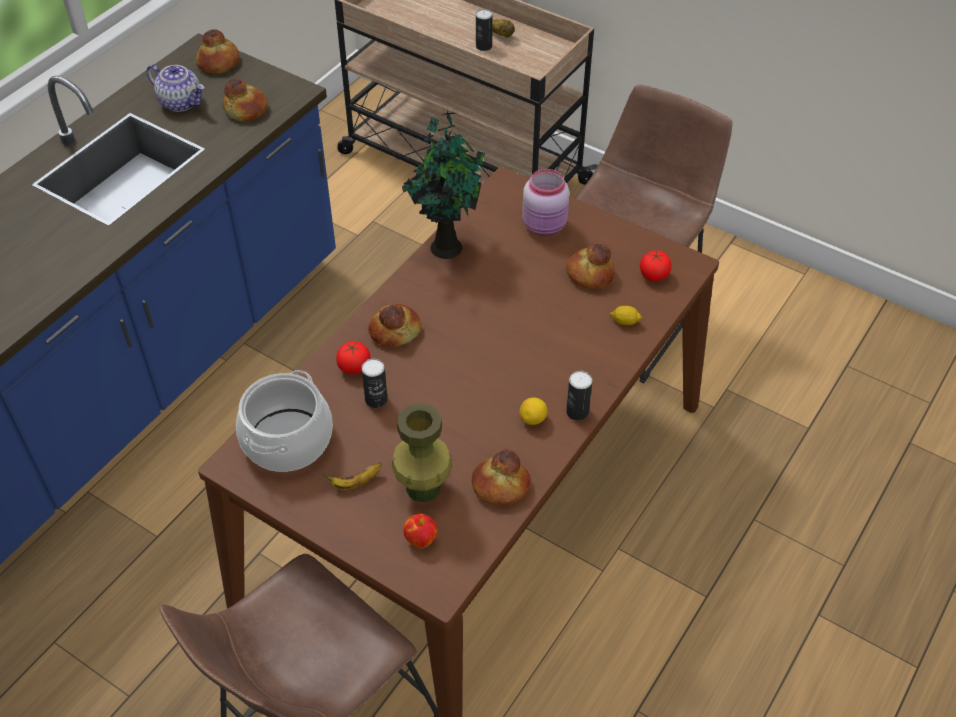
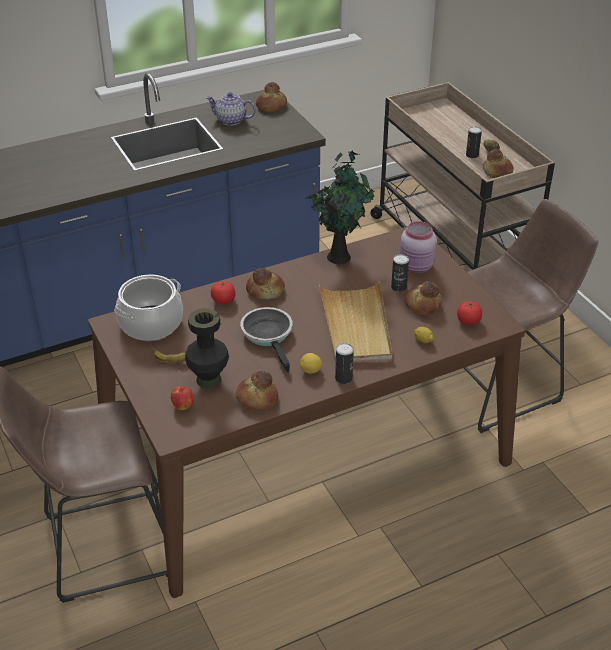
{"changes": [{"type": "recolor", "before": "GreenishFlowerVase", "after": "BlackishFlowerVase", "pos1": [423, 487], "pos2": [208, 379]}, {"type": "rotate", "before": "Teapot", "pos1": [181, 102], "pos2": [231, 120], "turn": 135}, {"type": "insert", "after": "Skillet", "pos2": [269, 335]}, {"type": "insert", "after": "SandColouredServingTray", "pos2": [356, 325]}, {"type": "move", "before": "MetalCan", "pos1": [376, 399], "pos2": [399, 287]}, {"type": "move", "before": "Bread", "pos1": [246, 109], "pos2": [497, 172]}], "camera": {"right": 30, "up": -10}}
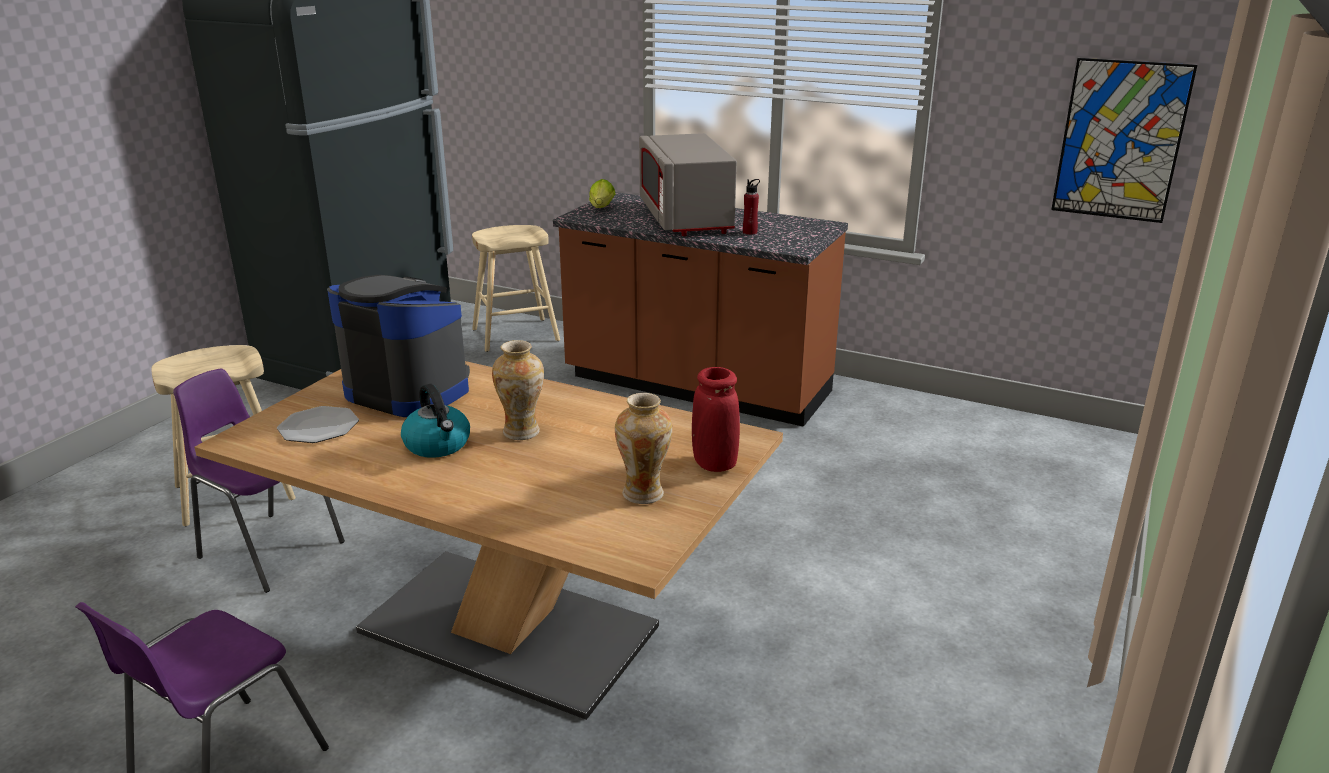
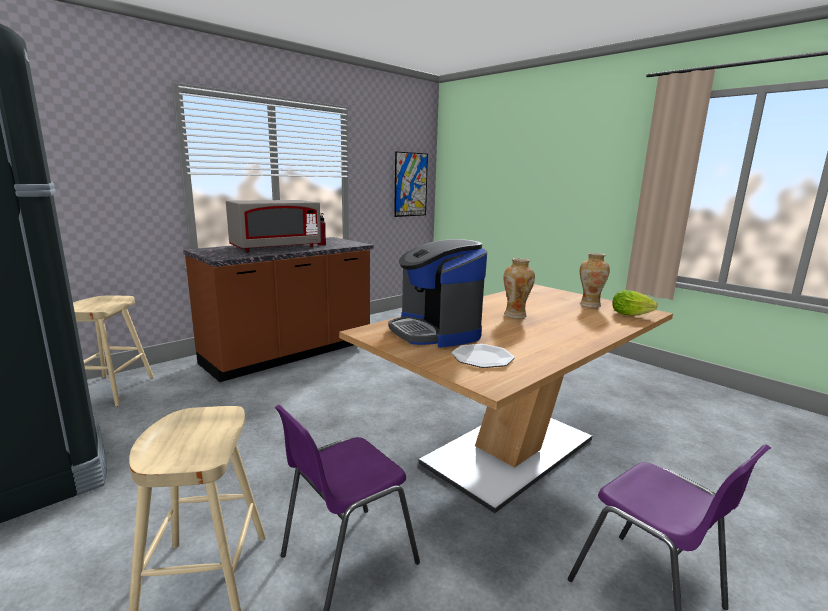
{"changes": [{"type": "rotate", "before": "GreyMicrowave", "pos1": [685, 219], "pos2": [276, 247], "turn": -45}, {"type": "rotate", "before": "CoffeeBrewer", "pos1": [408, 390], "pos2": [435, 332], "turn": -75}, {"type": "move", "before": "LettuceHead", "pos1": [601, 208], "pos2": [632, 315]}, {"type": "delete", "before": "TeaKettle", "pos1": [438, 445]}, {"type": "delete", "before": "ReddishFlowerVase", "pos1": [714, 464]}], "camera": {"right": -70, "up": -10}}
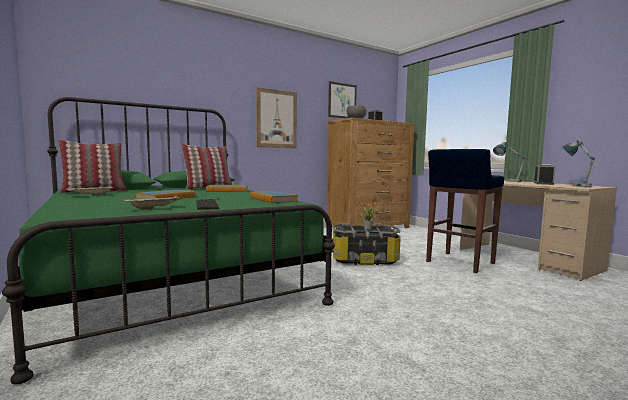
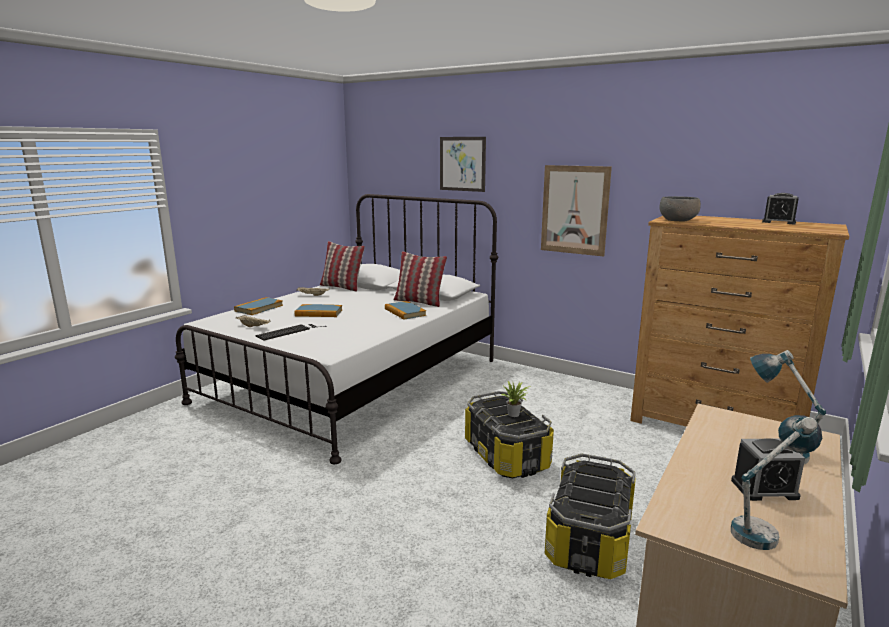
{"changes": [{"type": "recolor", "before": "GreenishSleepingBed", "after": "WhitishSleepingBed", "pos1": [171, 277], "pos2": [353, 380]}, {"type": "move", "before": "Volume", "pos1": [273, 199], "pos2": [259, 308]}, {"type": "move", "before": "Picture", "pos1": [342, 100], "pos2": [462, 164]}, {"type": "replace", "before": "BlueColouredStool", "after": "StorageContainer", "pos1": [459, 263], "pos2": [588, 540]}], "camera": {"right": 65, "up": 10}}
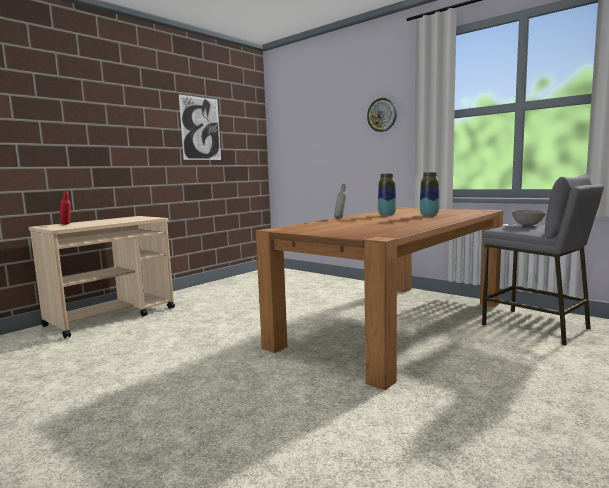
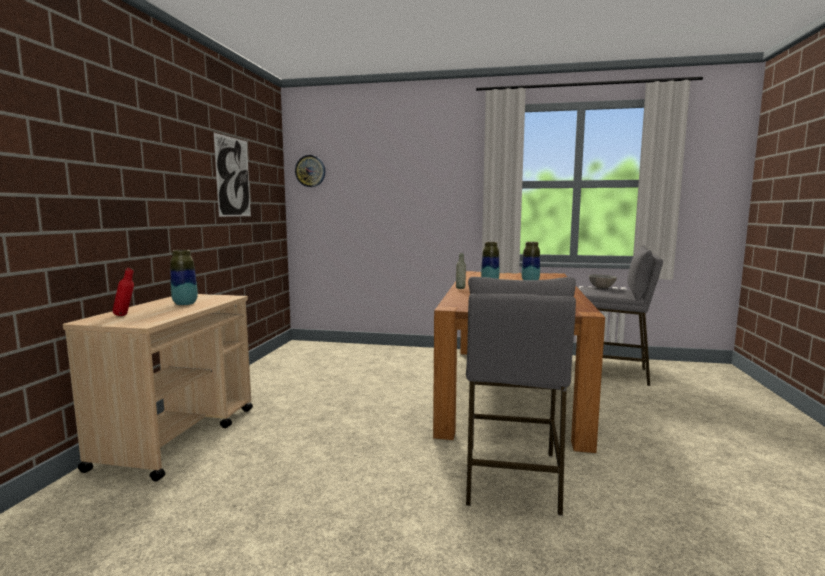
{"changes": [{"type": "insert", "after": "FlowerVase", "pos2": [185, 304]}, {"type": "move", "before": "WallClock", "pos1": [382, 115], "pos2": [310, 171]}, {"type": "insert", "after": "GreyStool", "pos2": [511, 477]}], "camera": {"right": -30, "up": 0}}
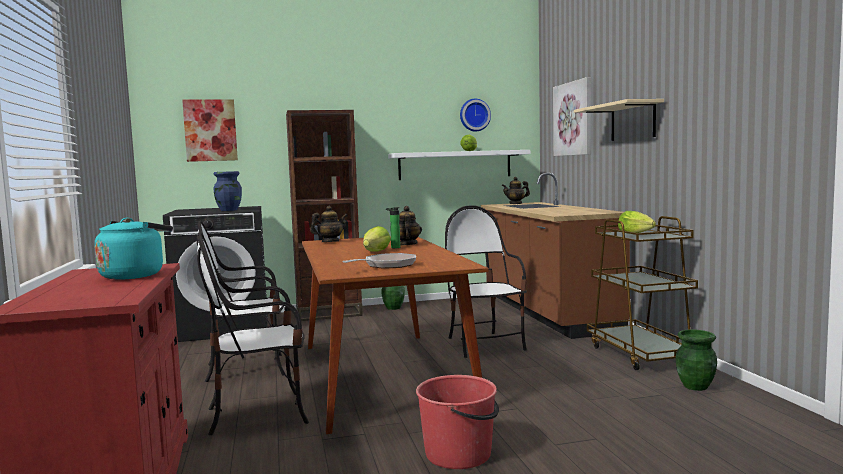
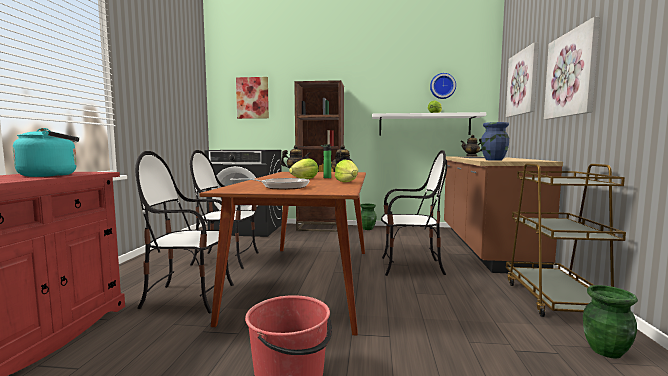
{"changes": [{"type": "move", "before": "LettuceHead", "pos1": [635, 234], "pos2": [347, 182]}, {"type": "rotate", "before": "UprightChair", "pos1": [484, 345], "pos2": [410, 267], "turn": 90}, {"type": "move", "before": "BlueColouredFlowerVase", "pos1": [228, 210], "pos2": [493, 160]}, {"type": "replace", "before": "SandColouredShelf", "after": "Picture", "pos1": [632, 121], "pos2": [572, 74]}], "camera": {"right": 20, "up": 0}}
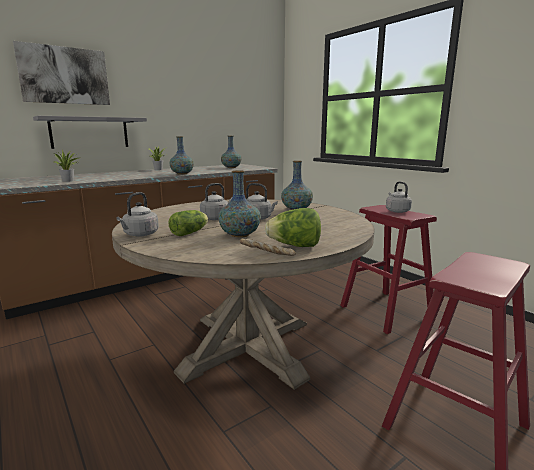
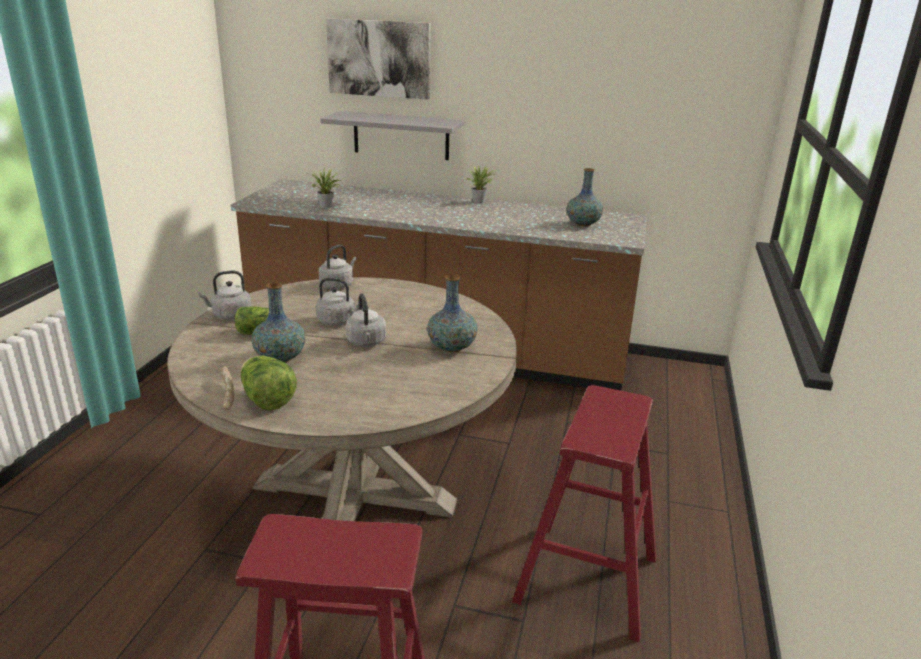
{"changes": [{"type": "move", "before": "GreyTeaKettle", "pos1": [396, 211], "pos2": [338, 285]}, {"type": "delete", "before": "FlowerVase", "pos1": [182, 174]}], "camera": {"right": 50, "up": 10}}
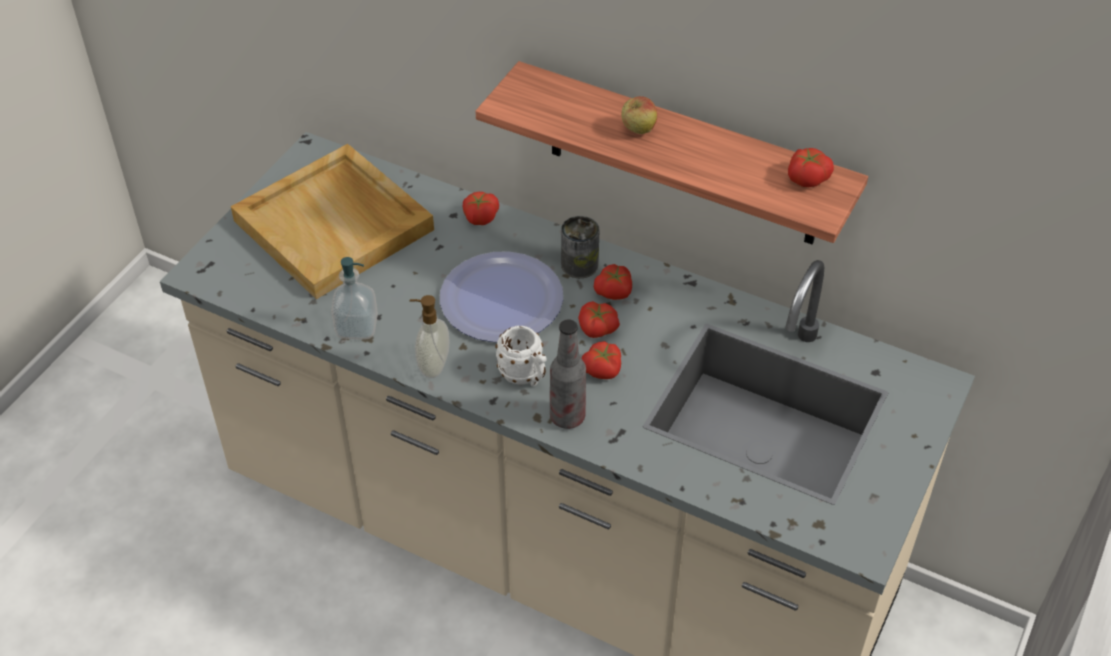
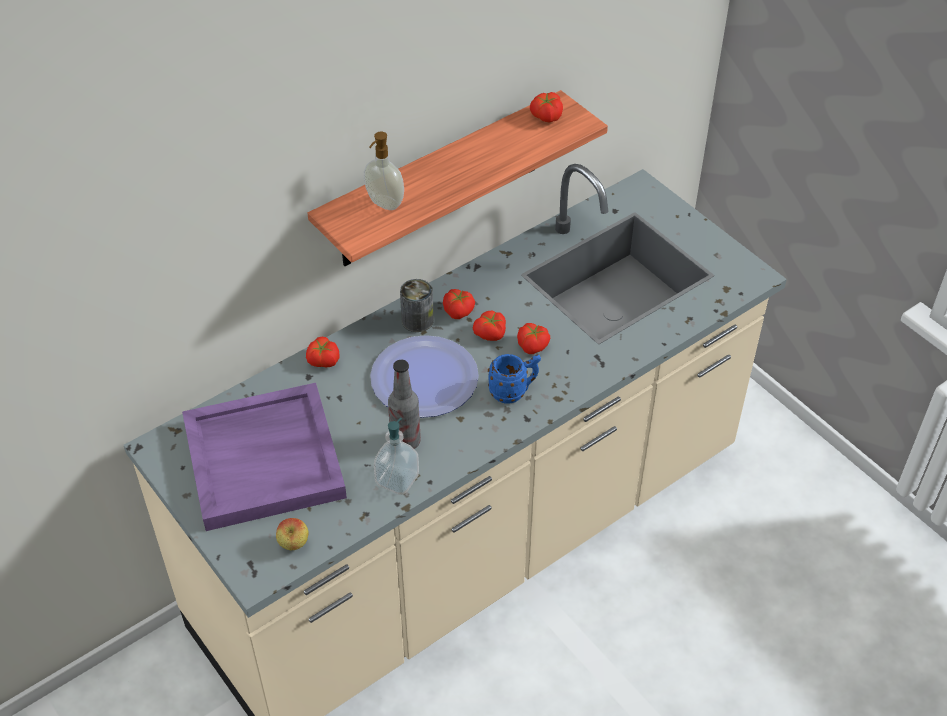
{"changes": [{"type": "recolor", "before": "SandColouredServingTray", "after": "PurplishServingTray", "pos1": [335, 225], "pos2": [265, 458]}, {"type": "move", "before": "Apple", "pos1": [638, 130], "pos2": [294, 544]}, {"type": "move", "before": "SoapDispenser", "pos1": [432, 365], "pos2": [384, 203]}, {"type": "move", "before": "Bottle", "pos1": [567, 417], "pos2": [405, 441]}, {"type": "recolor", "before": "WhitishTeaMug", "after": "BlueColouredTeaMug", "pos1": [525, 376], "pos2": [514, 391]}], "camera": {"right": -65, "up": 0}}
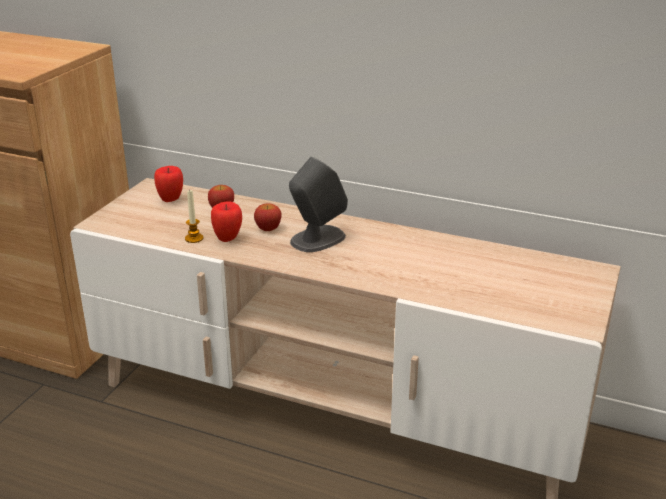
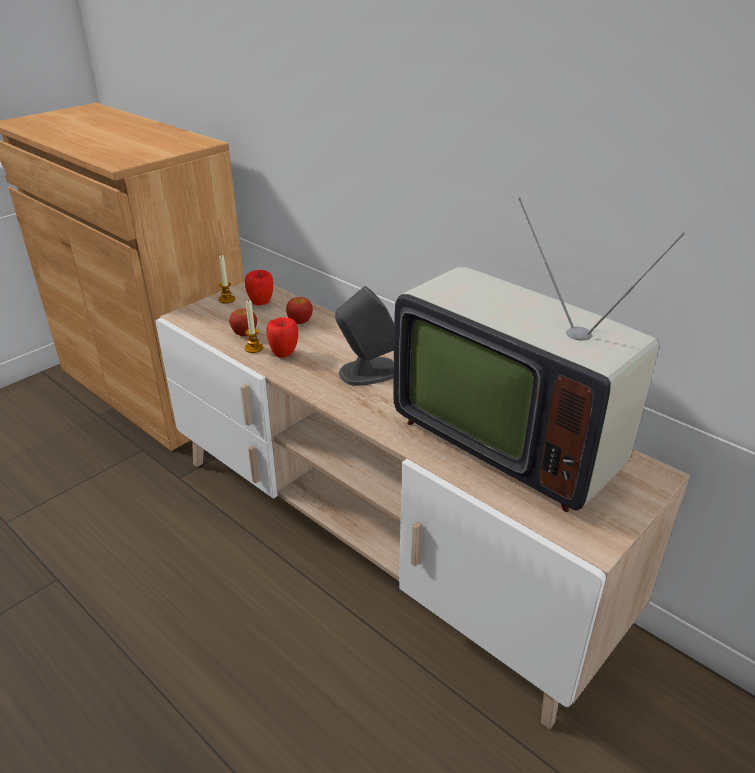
{"changes": [{"type": "insert", "after": "WaxLight", "pos2": [227, 299]}, {"type": "move", "before": "Apple", "pos1": [268, 229], "pos2": [244, 333]}, {"type": "insert", "after": "TvSet", "pos2": [508, 438]}], "camera": {"right": 20, "up": 5}}
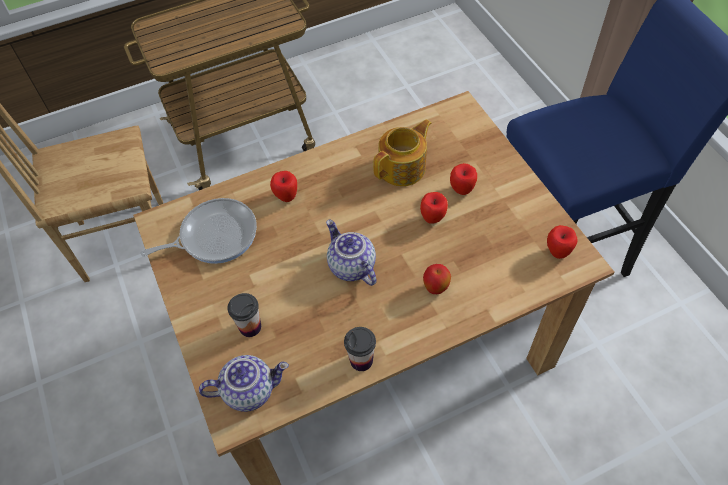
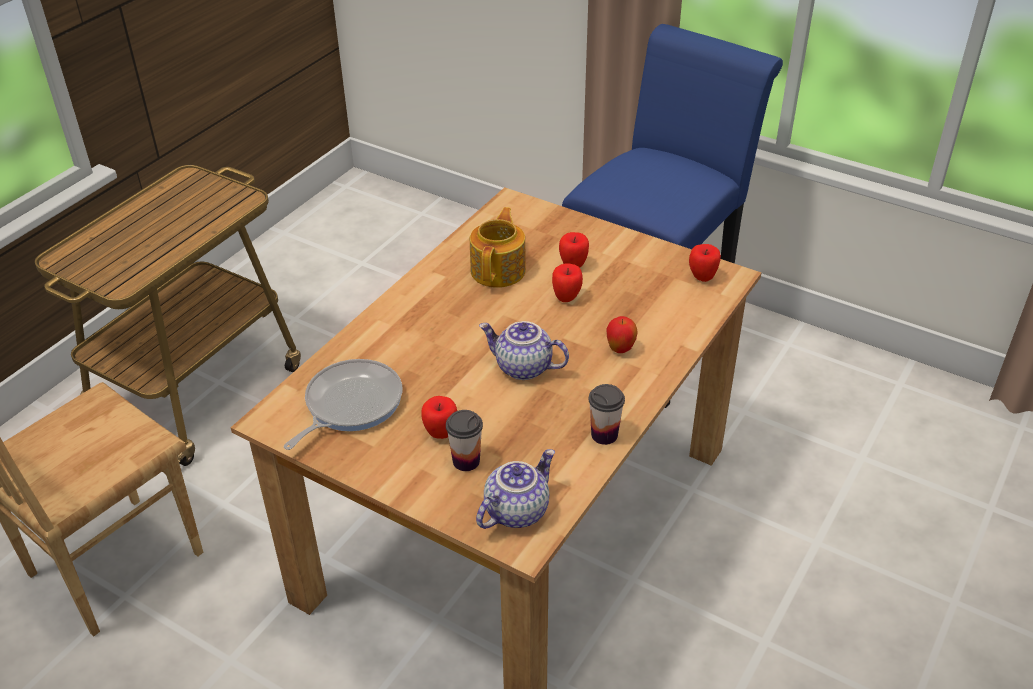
{"changes": [{"type": "move", "before": "Apple", "pos1": [286, 197], "pos2": [441, 434]}], "camera": {"right": -35, "up": -15}}
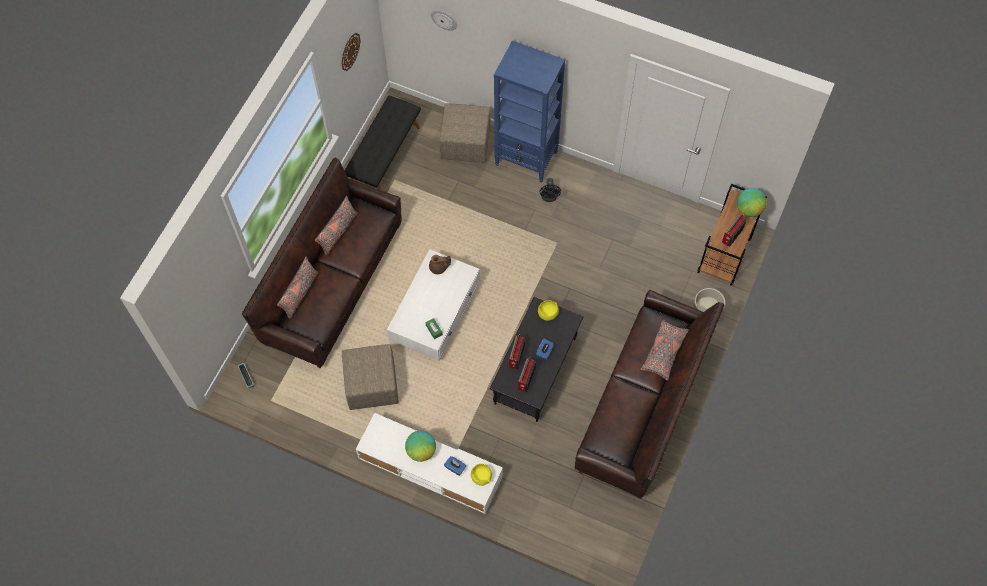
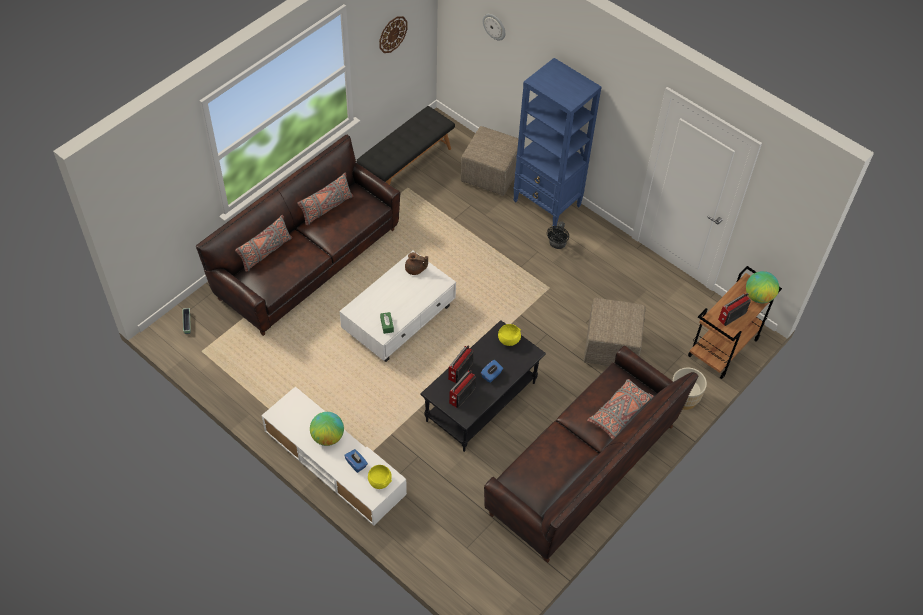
{"changes": [{"type": "move", "before": "SandColouredPouffe", "pos1": [372, 386], "pos2": [611, 347]}], "camera": {"right": 15, "up": -10}}
